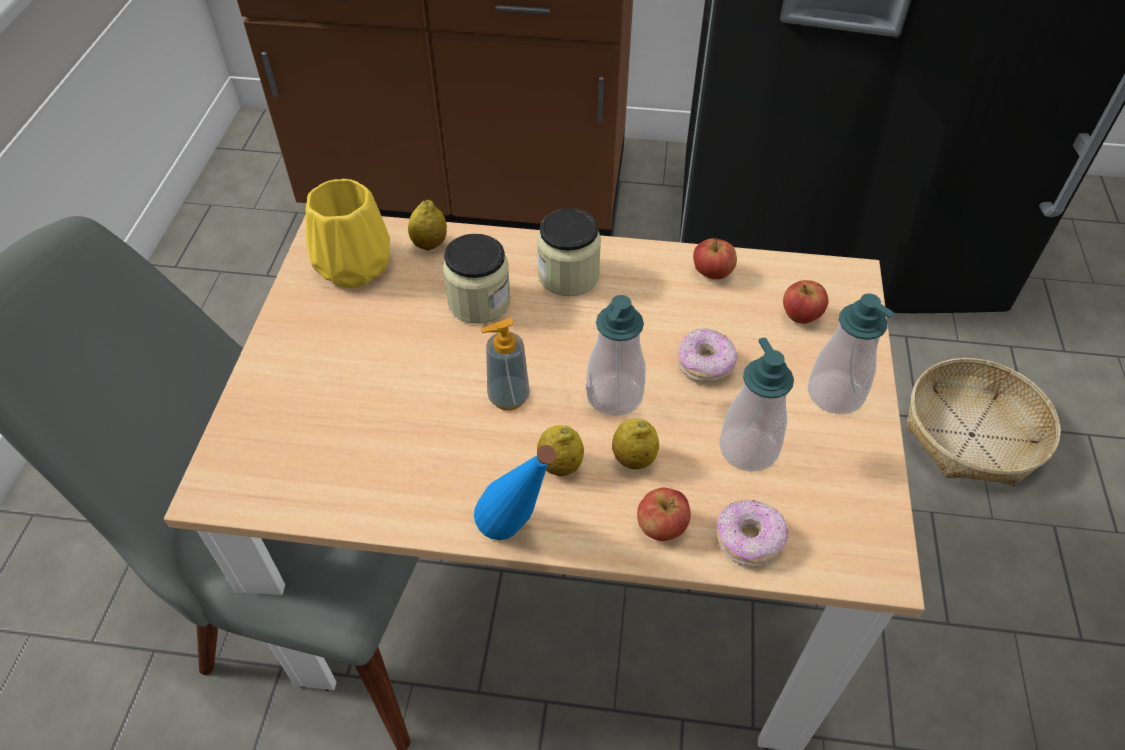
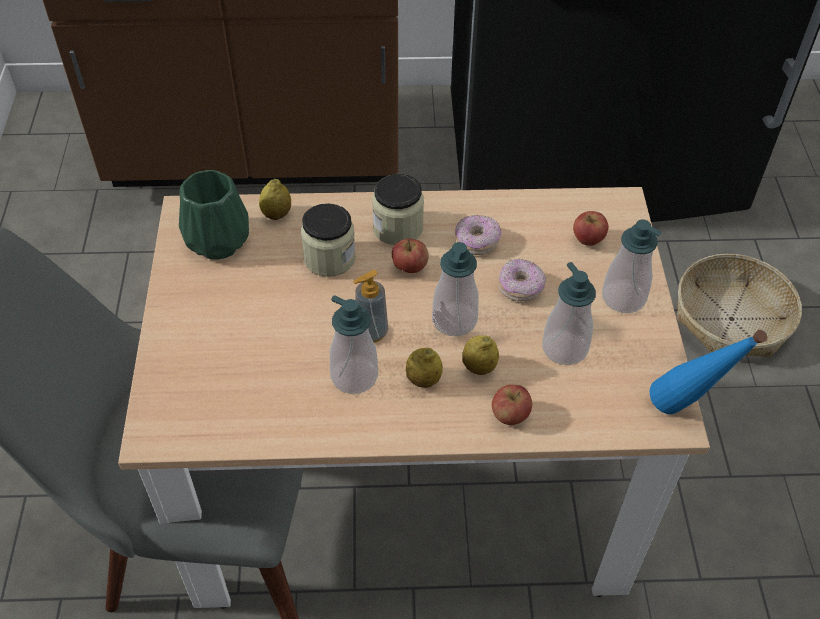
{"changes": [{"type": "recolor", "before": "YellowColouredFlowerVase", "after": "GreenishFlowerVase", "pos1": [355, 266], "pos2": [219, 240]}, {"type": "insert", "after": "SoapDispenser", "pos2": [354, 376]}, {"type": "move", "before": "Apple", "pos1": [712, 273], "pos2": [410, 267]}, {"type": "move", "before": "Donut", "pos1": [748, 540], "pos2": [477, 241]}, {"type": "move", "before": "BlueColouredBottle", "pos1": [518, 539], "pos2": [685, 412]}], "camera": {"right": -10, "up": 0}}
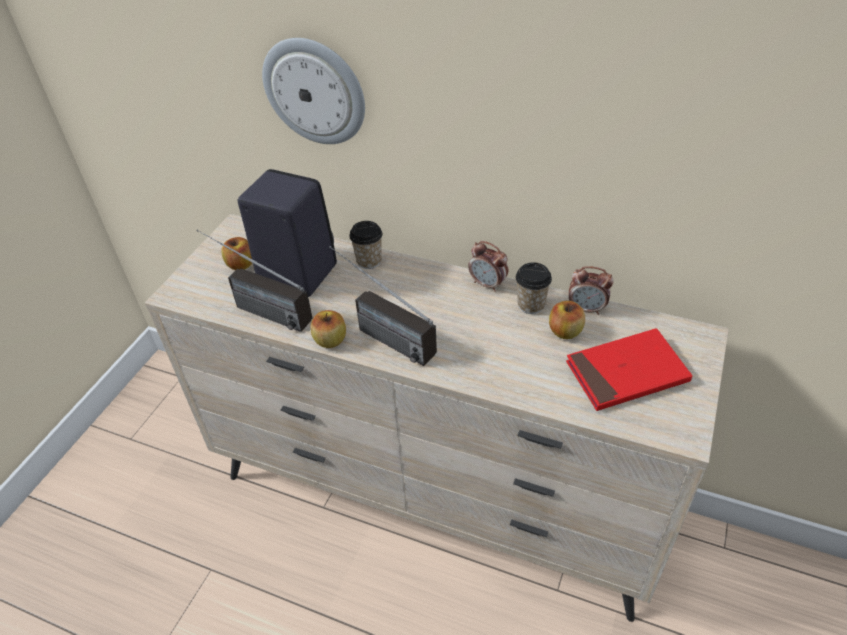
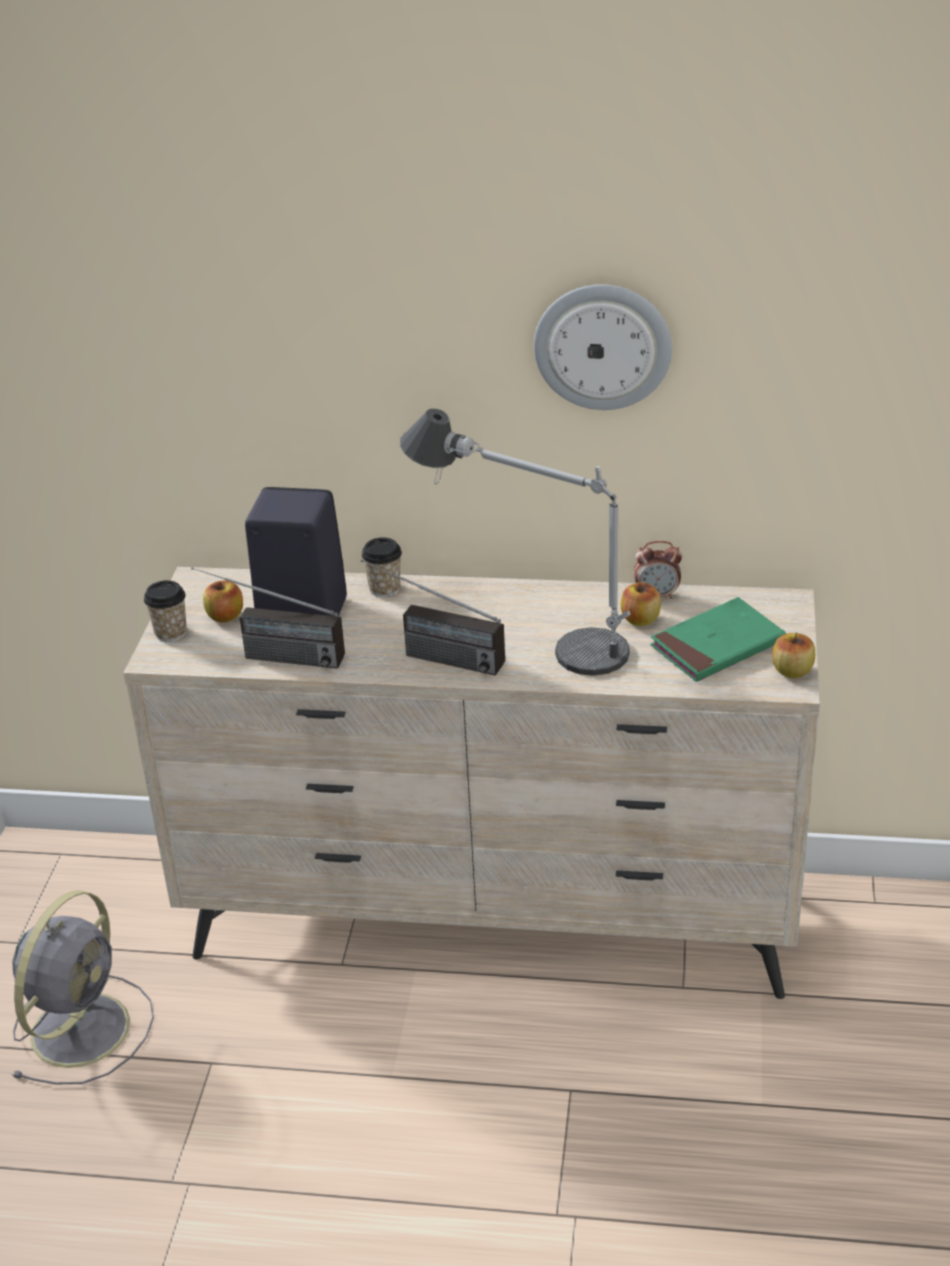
{"changes": [{"type": "insert", "after": "GreyFan", "pos2": [83, 1026]}, {"type": "move", "before": "DrinkingCup", "pos1": [531, 305], "pos2": [170, 633]}, {"type": "insert", "after": "LampForATable", "pos2": [526, 631]}, {"type": "move", "before": "WallClock", "pos1": [315, 91], "pos2": [603, 346]}, {"type": "recolor", "before": "ReddishVolume", "after": "GreenishVolume", "pos1": [626, 373], "pos2": [717, 645]}, {"type": "move", "before": "Apple", "pos1": [330, 340], "pos2": [792, 671]}, {"type": "delete", "before": "BedsideClock", "pos1": [488, 284]}], "camera": {"right": -15, "up": -10}}
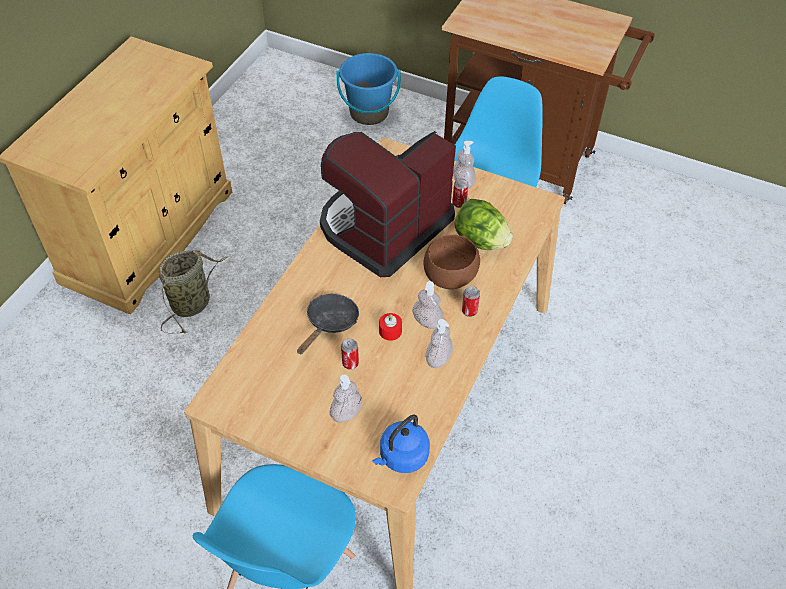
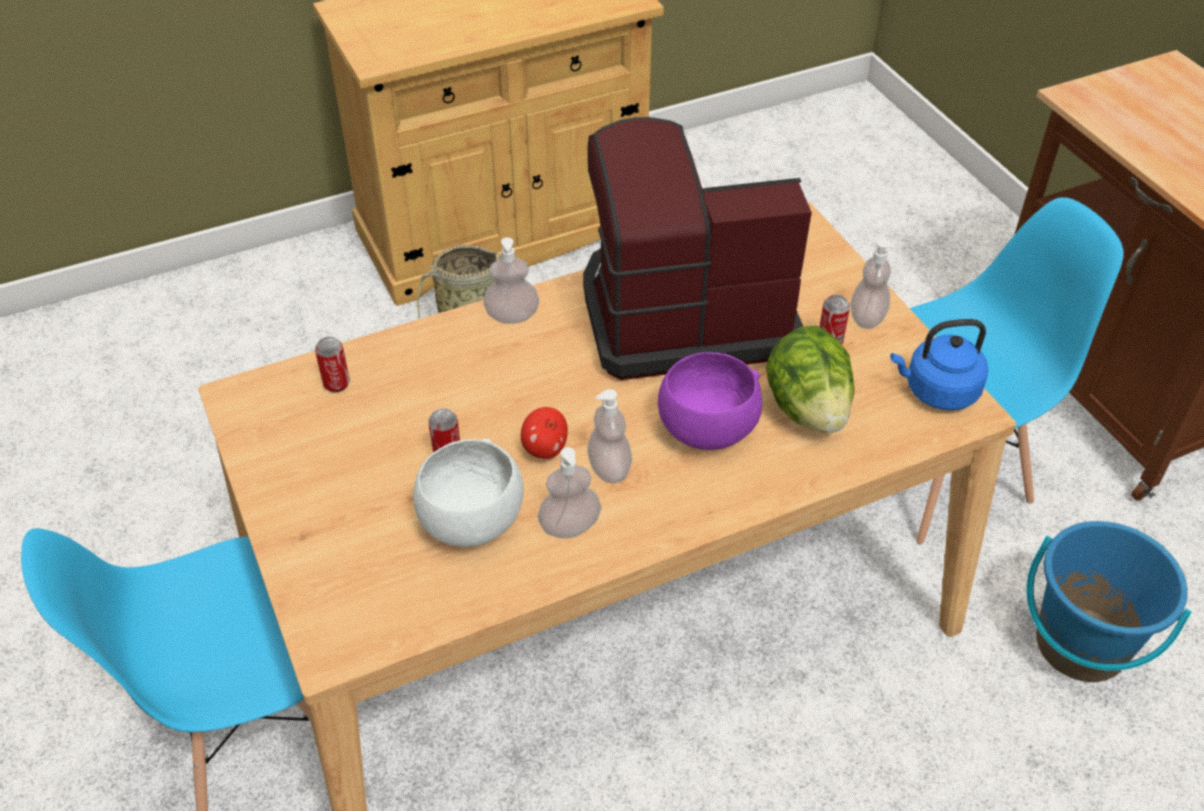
{"changes": [{"type": "move", "before": "MetalCan", "pos1": [469, 311], "pos2": [336, 384]}, {"type": "insert", "after": "WhitishBowl", "pos2": [471, 524]}, {"type": "move", "before": "SoapDispenser", "pos1": [346, 413], "pos2": [512, 316]}, {"type": "replace", "before": "ReddishWaxLight", "after": "Apple", "pos1": [390, 331], "pos2": [545, 449]}, {"type": "recolor", "before": "BrownBowl", "after": "PurplishBowl", "pos1": [449, 278], "pos2": [705, 431]}, {"type": "move", "before": "BlueColouredTeaKettle", "pos1": [402, 457], "pos2": [937, 391]}, {"type": "move", "before": "BlueColouredBucket", "pos1": [369, 113], "pos2": [1080, 645]}, {"type": "delete", "before": "BlackishSkillet", "pos1": [330, 323]}], "camera": {"right": 40, "up": -5}}
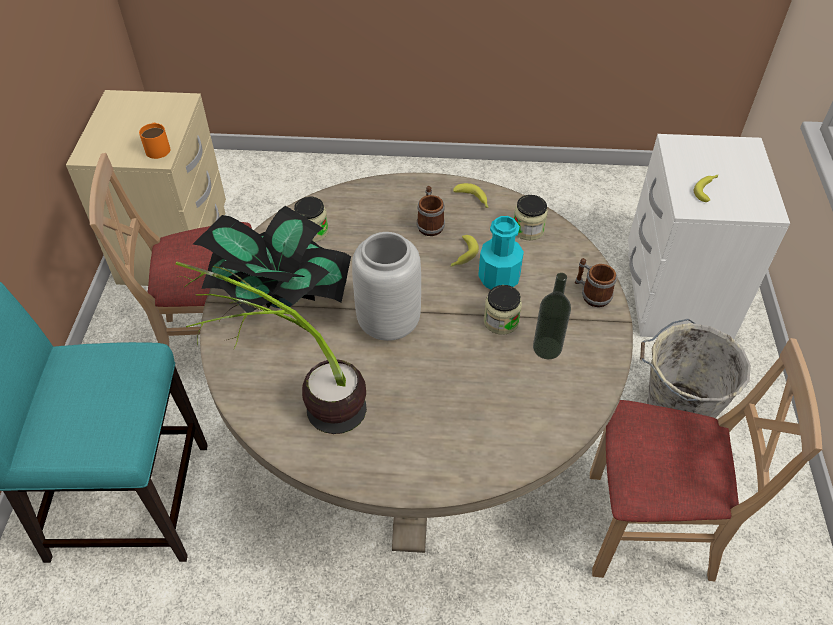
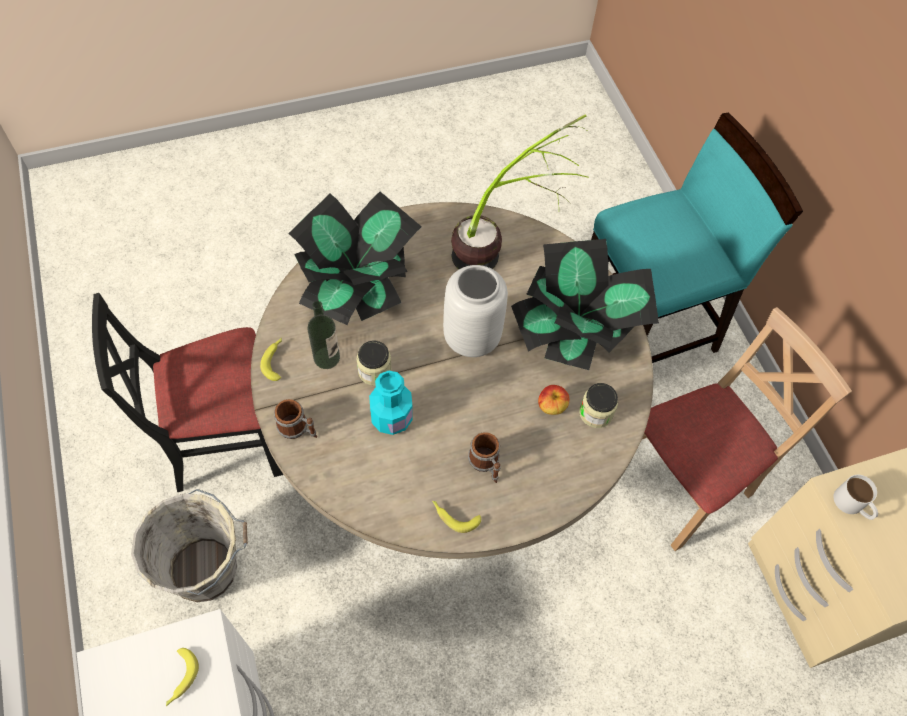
{"changes": [{"type": "recolor", "before": "SandColouredUprightChair", "after": "BlackishUprightChair", "pos1": [649, 528], "pos2": [224, 441]}, {"type": "move", "before": "BananaFruit", "pos1": [462, 255], "pos2": [275, 360]}, {"type": "insert", "after": "PlantInAPot", "pos2": [358, 286]}, {"type": "insert", "after": "Apple", "pos2": [551, 406]}, {"type": "recolor", "before": "OrangeColouredTeaMug", "after": "WhitishTeaMug", "pos1": [158, 147], "pos2": [853, 505]}, {"type": "delete", "before": "Jar", "pos1": [528, 229]}], "camera": {"right": 155, "up": 10}}
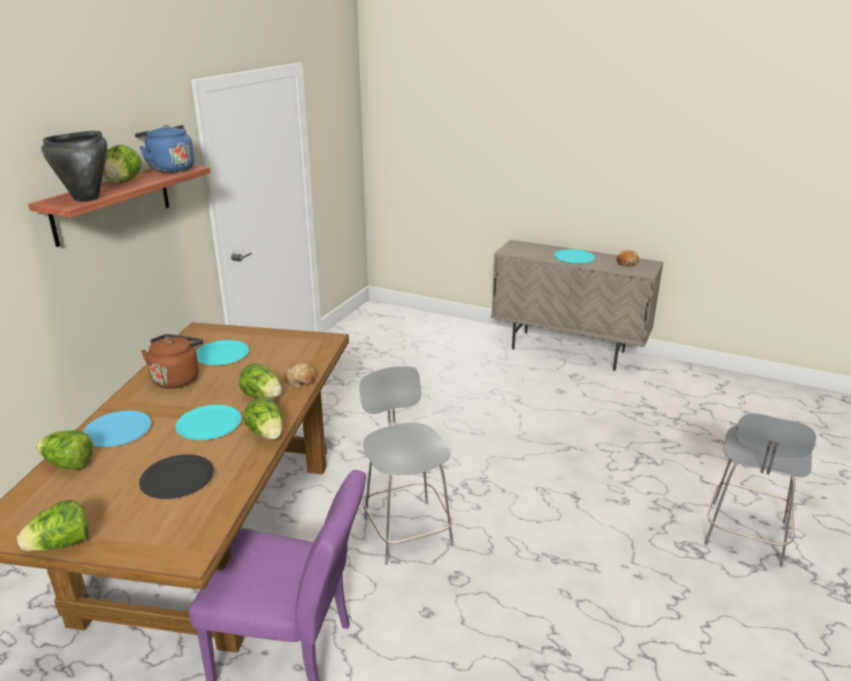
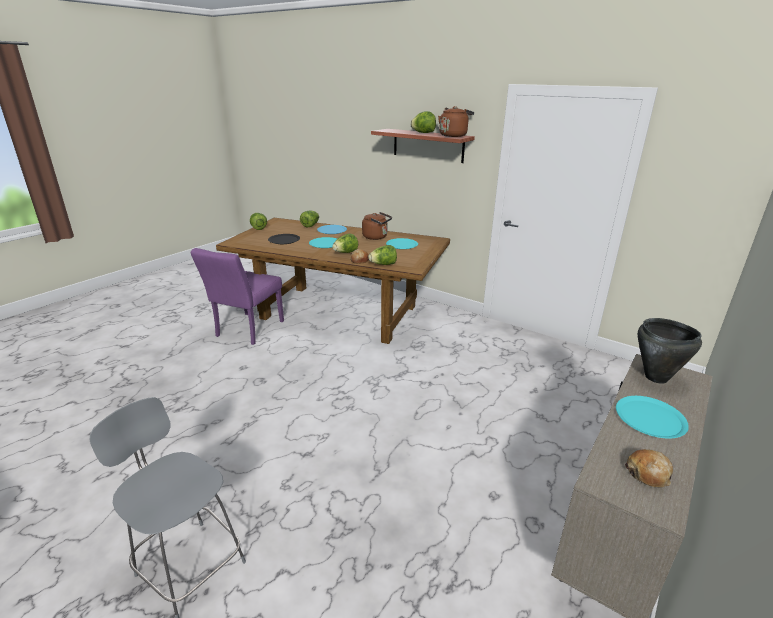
{"changes": [{"type": "move", "before": "LettuceHead", "pos1": [267, 434], "pos2": [383, 264]}, {"type": "recolor", "before": "BlueColouredTeaKettle", "after": "BrownTeaKettle", "pos1": [170, 169], "pos2": [454, 135]}, {"type": "move", "before": "BlackishStockpot", "pos1": [87, 198], "pos2": [656, 378]}, {"type": "delete", "before": "GreyUprightChair", "pos1": [406, 529]}], "camera": {"right": 100, "up": 0}}
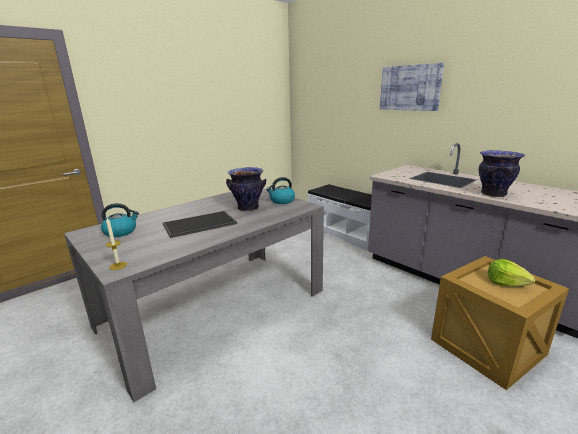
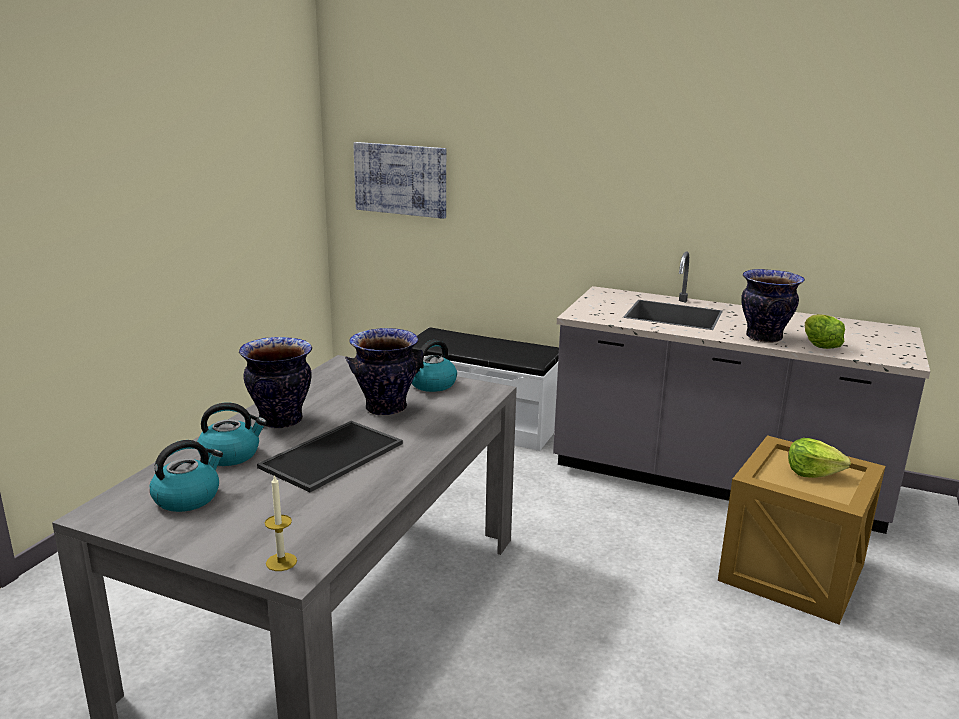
{"changes": [{"type": "insert", "after": "TeaKettle", "pos2": [231, 455]}, {"type": "insert", "after": "FlowerVase", "pos2": [282, 420]}, {"type": "move", "before": "Picture", "pos1": [410, 88], "pos2": [400, 179]}, {"type": "insert", "after": "LettuceHead", "pos2": [819, 344]}], "camera": {"right": -25, "up": 0}}
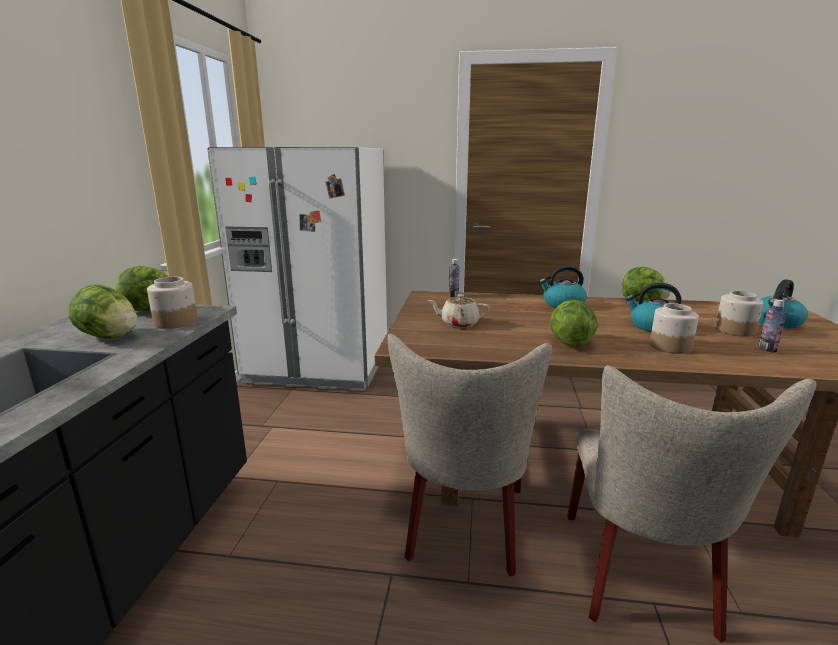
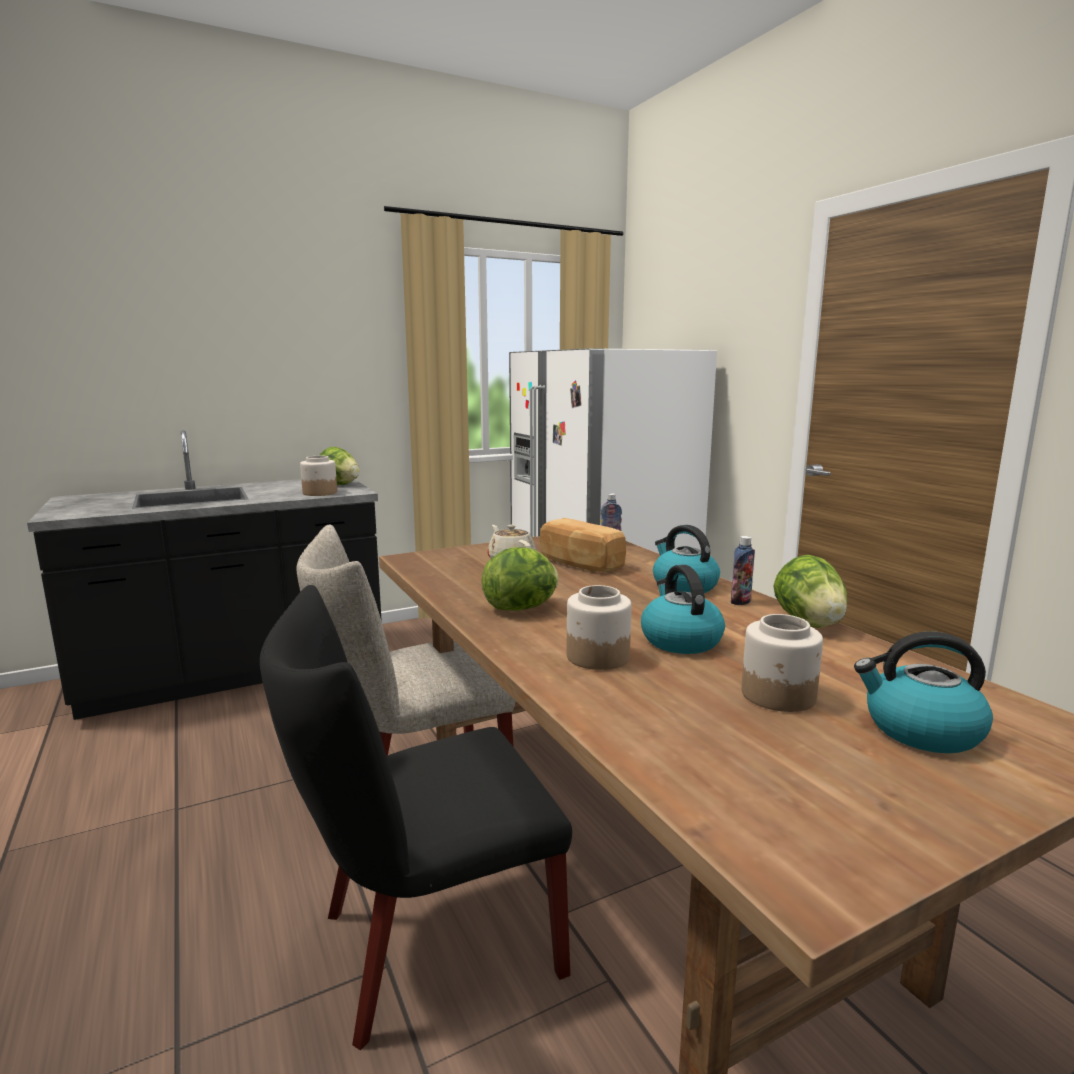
{"changes": [{"type": "recolor", "before": "SandColouredUprightChair", "after": "BlackishUprightChair", "pos1": [641, 579], "pos2": [425, 945]}, {"type": "insert", "after": "Bread", "pos2": [579, 564]}, {"type": "move", "before": "Bottle", "pos1": [767, 349], "pos2": [740, 602]}, {"type": "delete", "before": "LettuceHead", "pos1": [109, 337]}], "camera": {"right": 55, "up": -5}}
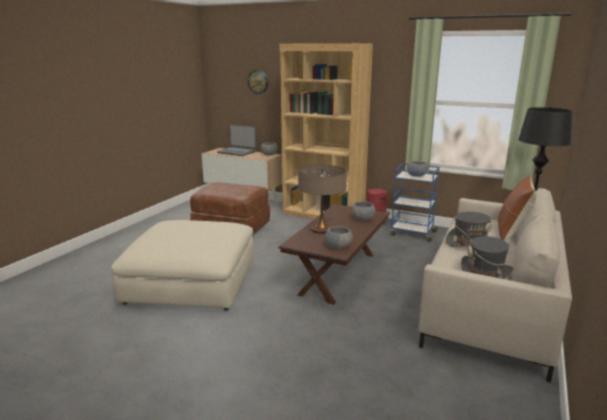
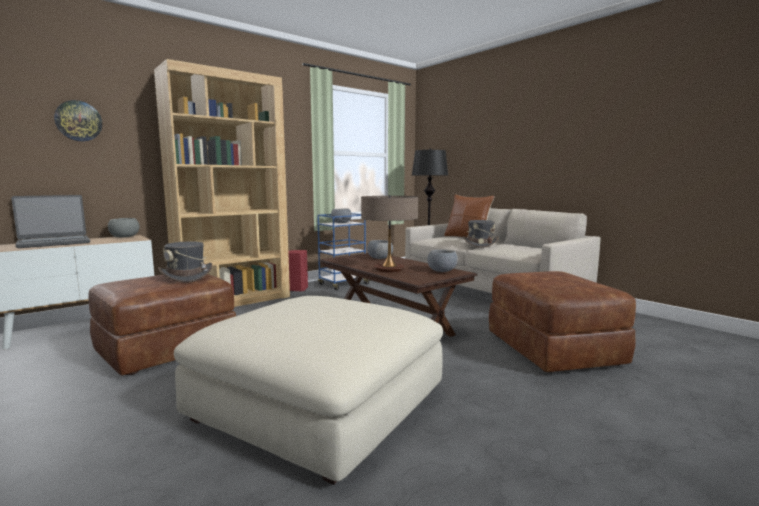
{"changes": [{"type": "move", "before": "GreyHat", "pos1": [485, 273], "pos2": [186, 276]}, {"type": "insert", "after": "BrownPouffe", "pos2": [554, 350]}], "camera": {"right": -65, "up": -10}}
